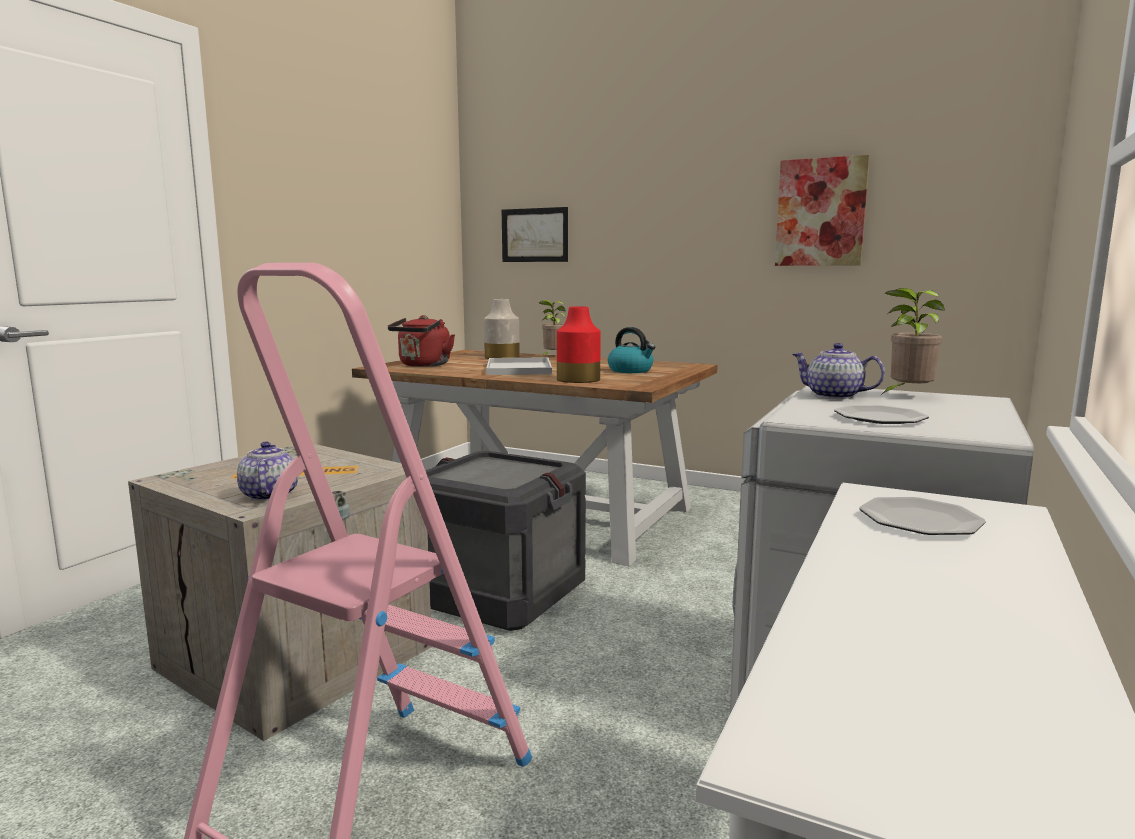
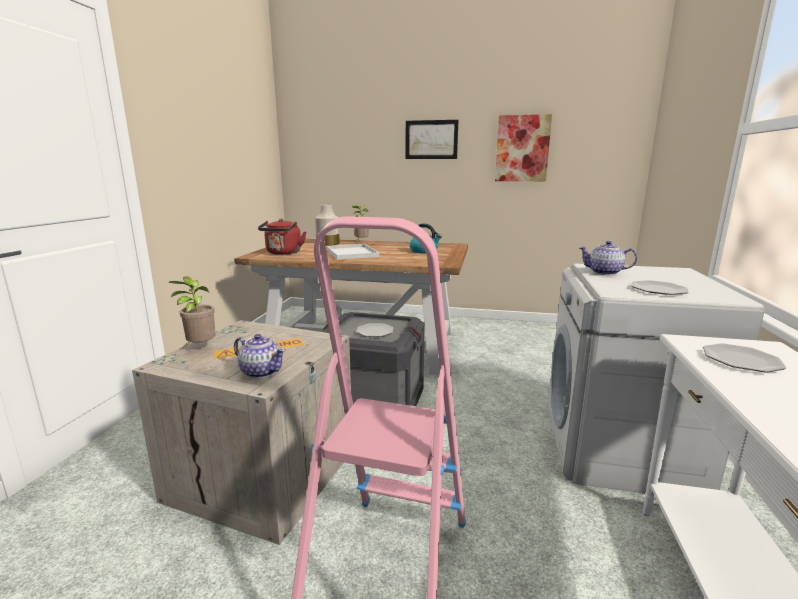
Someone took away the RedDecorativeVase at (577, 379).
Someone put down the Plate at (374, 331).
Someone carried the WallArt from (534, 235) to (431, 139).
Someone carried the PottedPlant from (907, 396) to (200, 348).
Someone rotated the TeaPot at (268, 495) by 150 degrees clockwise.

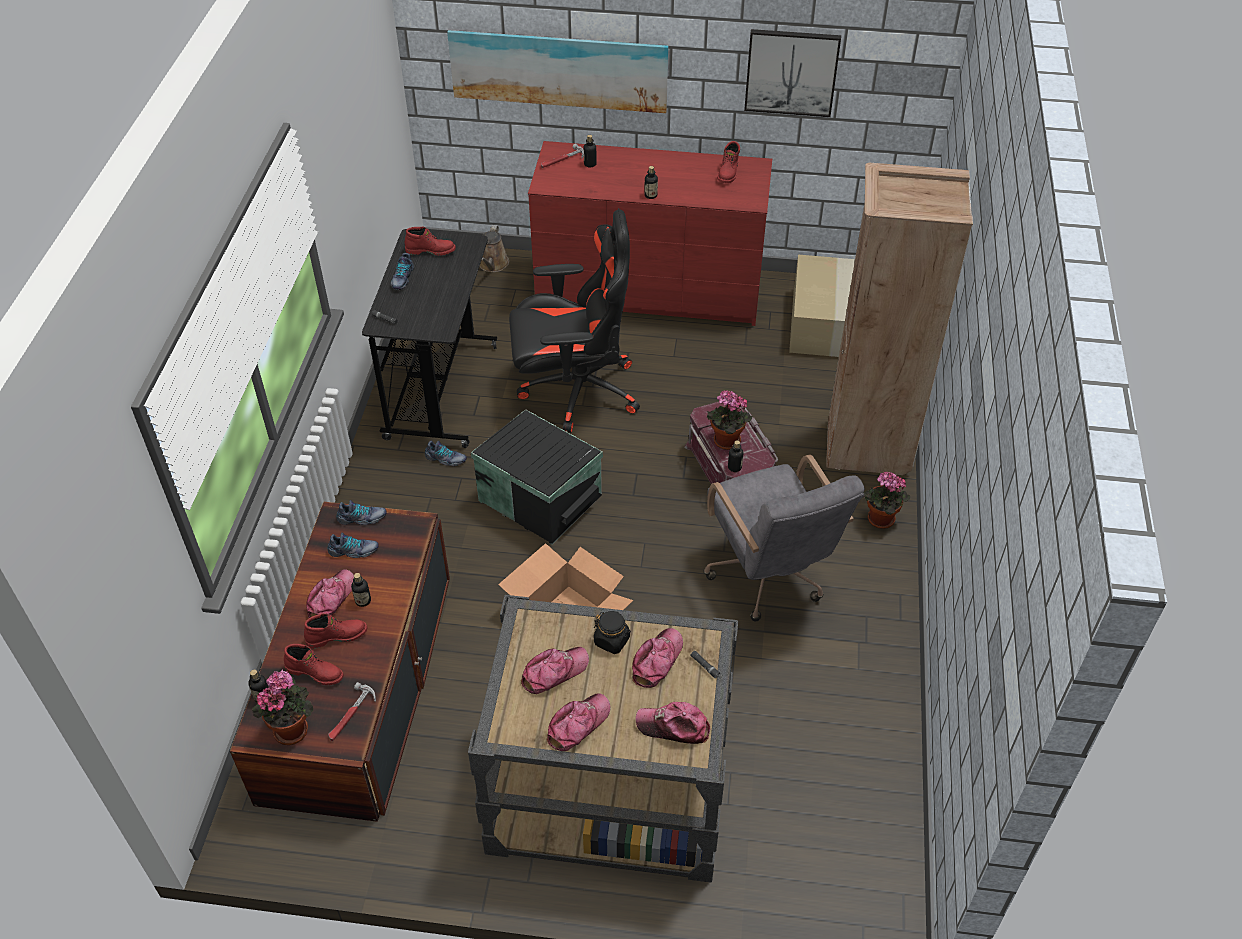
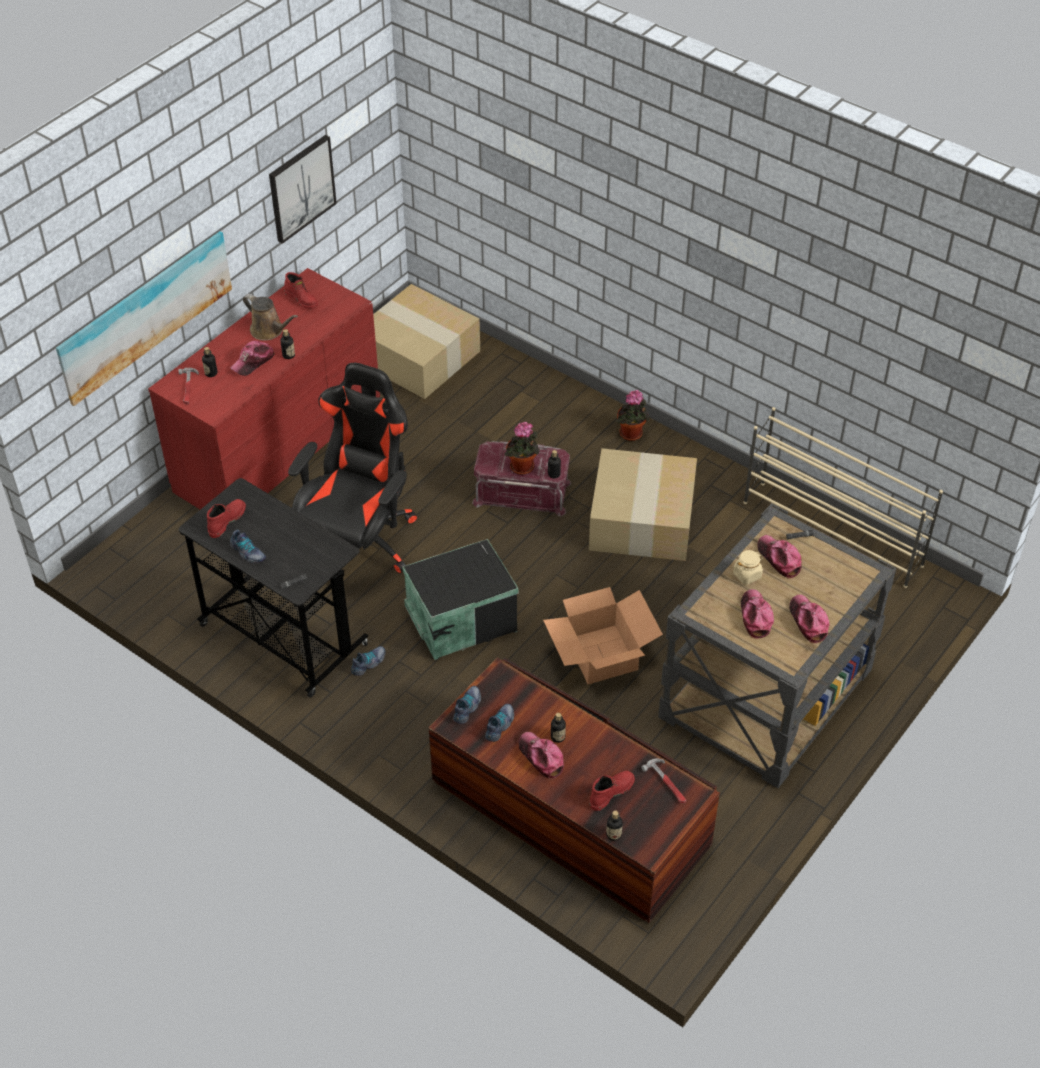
Someone took away the PottedPlant at (292, 727).
Someone took away the RedHighTopBoot at (337, 635).
Someone took away the BrownCupboard at (867, 448).
Someone put down the BeigeShoeRack at (832, 534).
Someone carried the BrownWateringPot from (493, 265) to (269, 331).
Someone carried the Cap from (673, 727) to (253, 361).
Someone swapped the GreyComputerChair at (768, 580) for the PackingBox at (643, 521).
Someone repainted the BlackishJar at (612, 640), which became the BeigeJar at (747, 575).

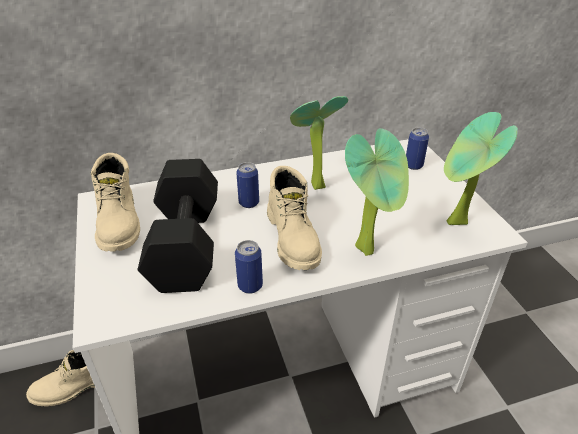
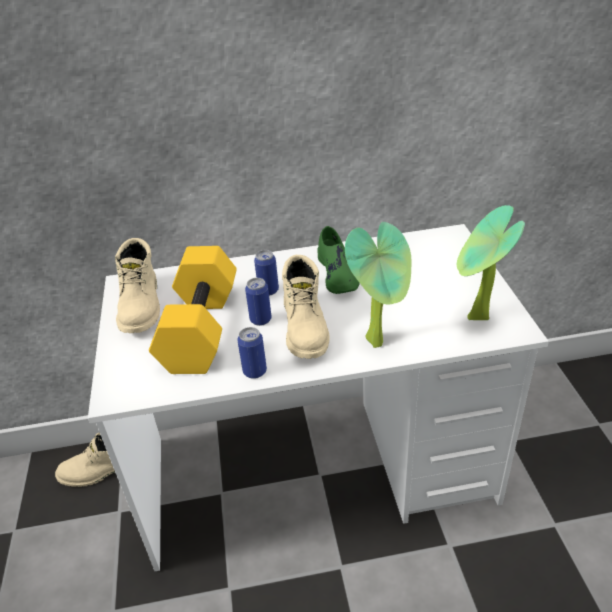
Someone carried the SealedCan from (413, 165) to (260, 319).
Someone swapped the PottedPlant at (313, 185) for the GreenishLowShoe at (337, 274).
Someone repainted the BlackishDumbbell at (184, 243), which became the YellowishDumbbell at (199, 328).

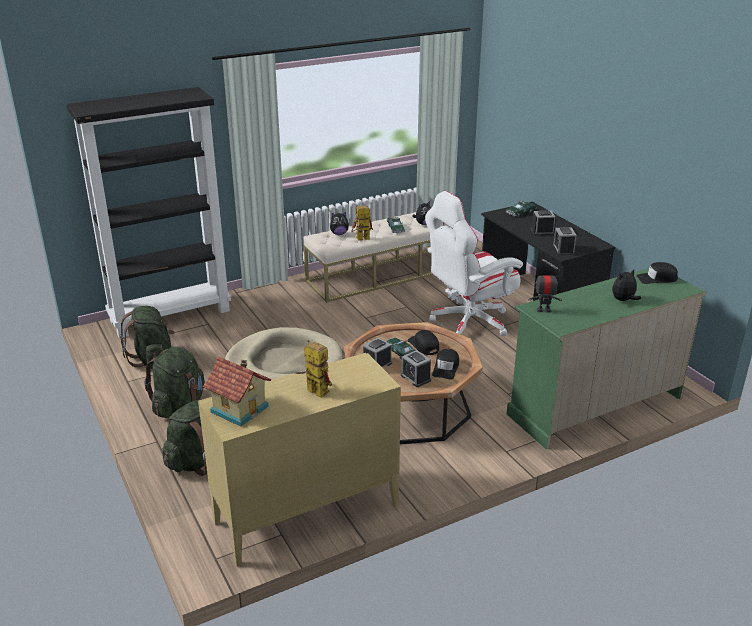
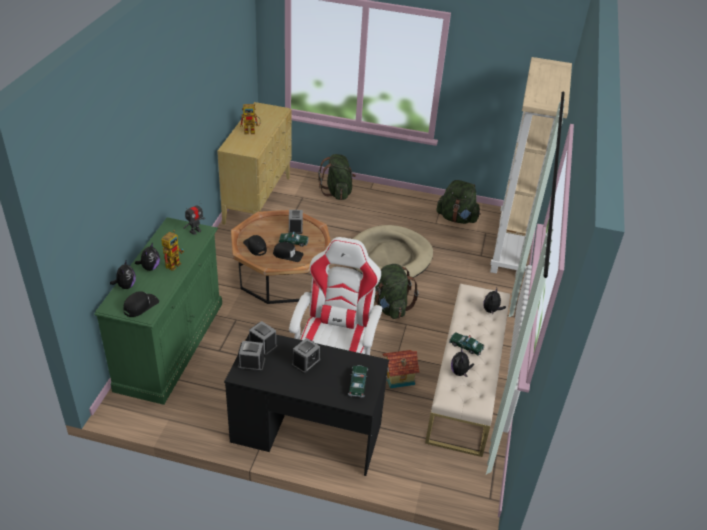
Someone put down the SoftToy at (126, 286).
Someone carried the GreenishBackpack from (179, 405) to (390, 307).
Someone carried the ToyHouse from (240, 408) to (399, 377).
Someone carried the ModelRobot from (360, 239) to (174, 263).
Someone carried the AlarmClock from (415, 378) to (251, 363).
Someone repainted the BlackishBookcase at (171, 315), which became the BeigeBookcase at (511, 247).

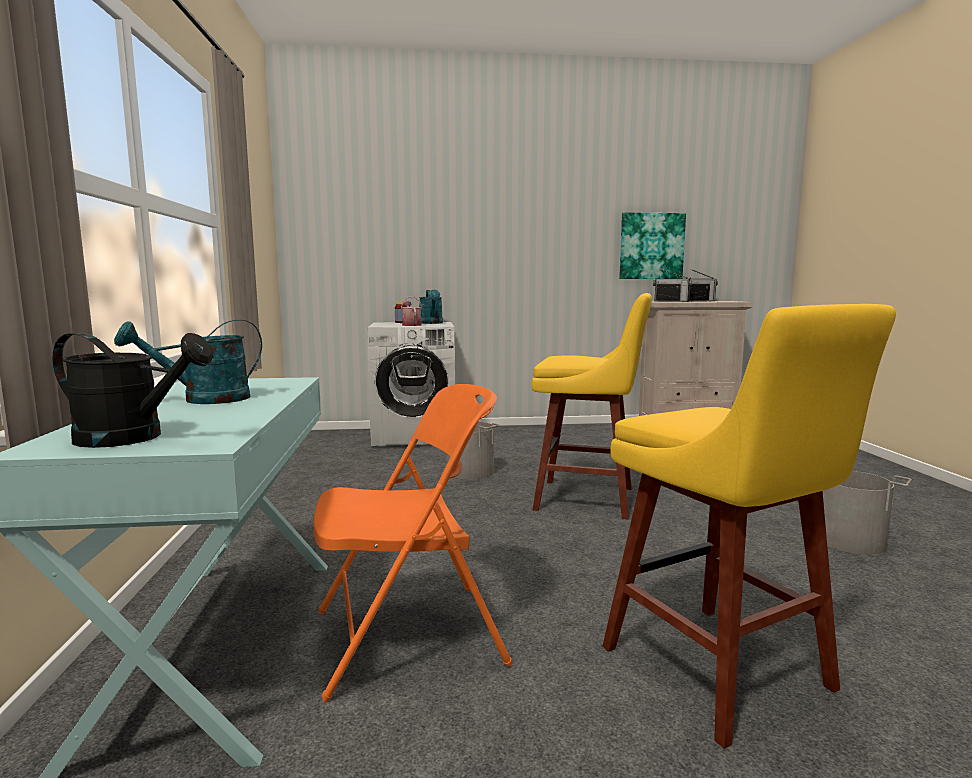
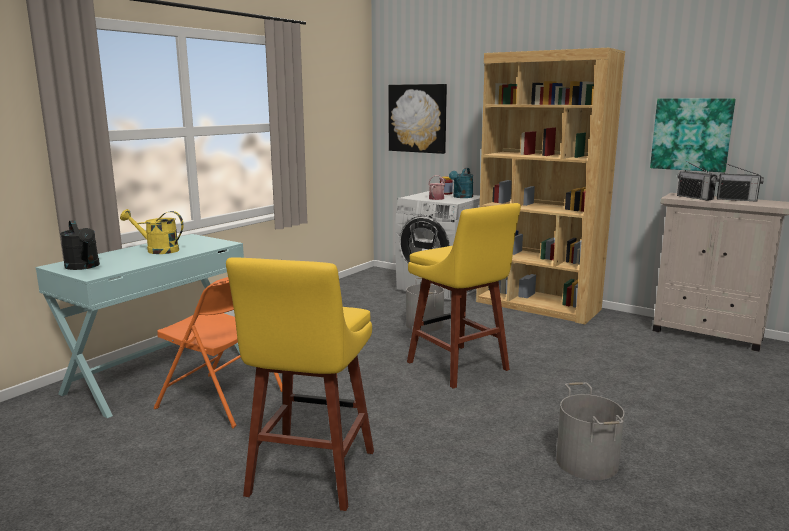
Someone put up the WallArt at (417, 118).
Someone put down the BrownBookcase at (537, 306).
Someone repainted the TurquoiseWateringPot at (204, 400), which became the YellowishWateringPot at (157, 250).

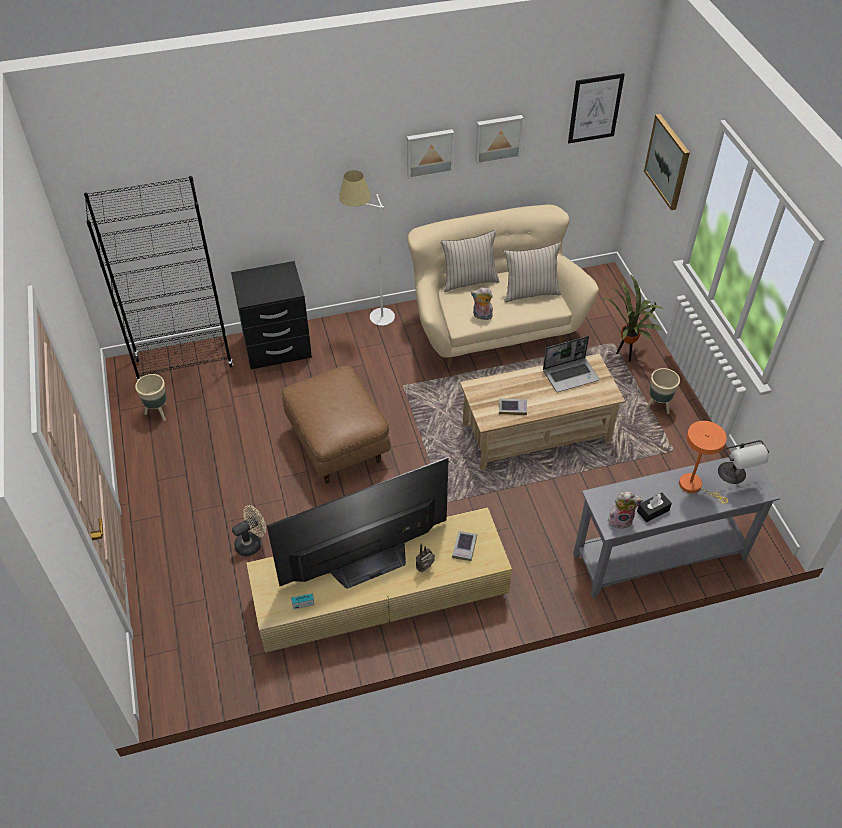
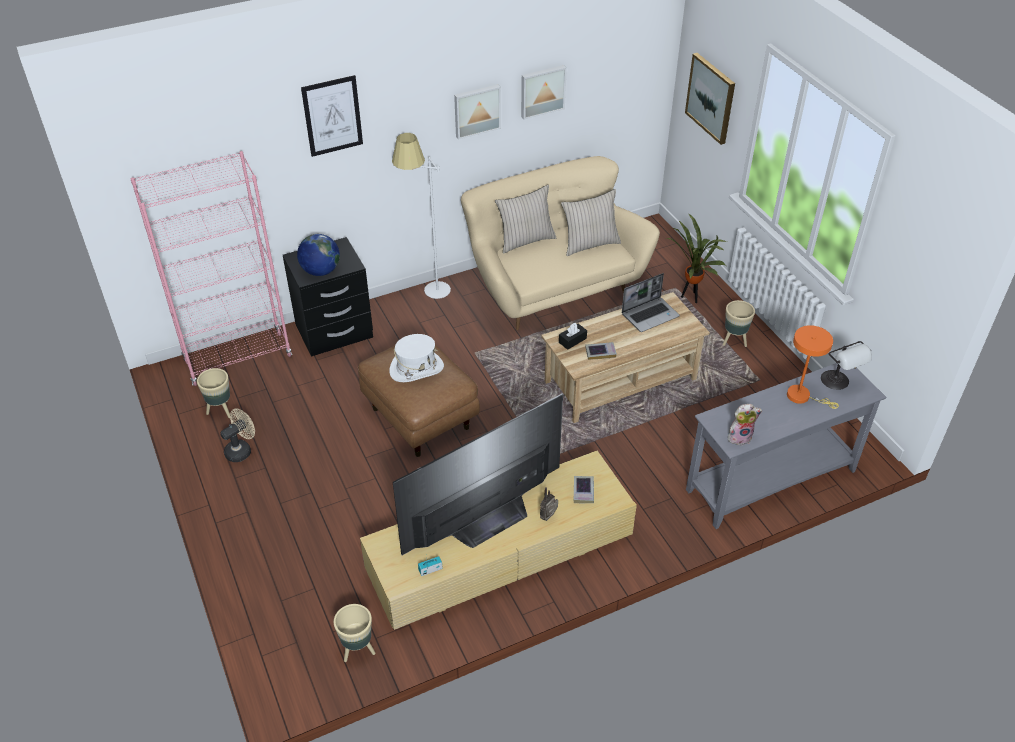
Someone took away the SoftToy at (481, 316).
Someone put down the WorldGlobe at (320, 271).
Someone put down the BeigePlantPot at (357, 650).
Someone put down the WhiteColouredClothingHat at (416, 369).
Someone carried the BeigeElectricFan from (252, 543) to (241, 450).
Someone carried the WallArt from (595, 108) to (332, 116).
Someone carried the BlackishBoxOfTissues from (653, 511) to (572, 340).
Someone repainted the BlackishBookcase at (184, 363), which became the PinkishBookcase at (238, 359).

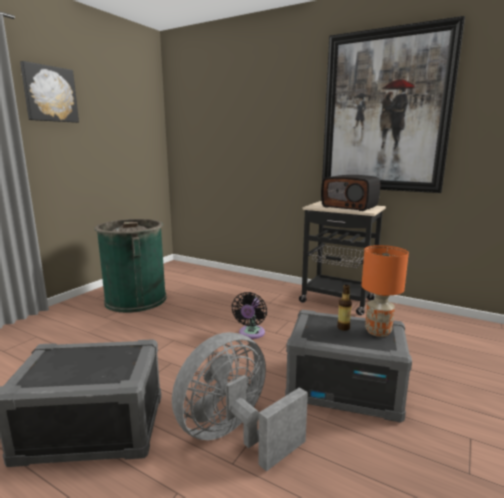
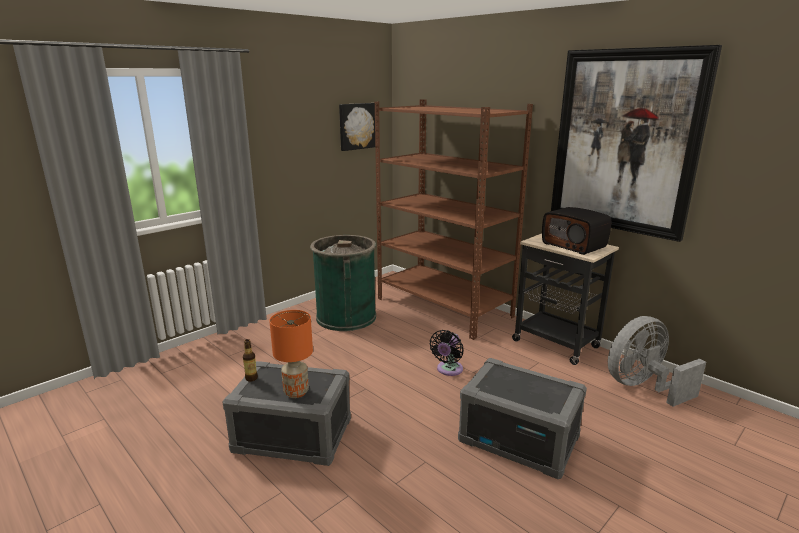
Someone put down the BrownBookcase at (443, 307).
Someone carried the WallArt from (49, 94) to (356, 126).
Someone carried the GreyElectricFan from (235, 435) to (642, 387).
Someone carried the Bottle from (343, 327) to (251, 378).
Someone carried the OrangeColouredLampForATable from (377, 332) to (295, 392).

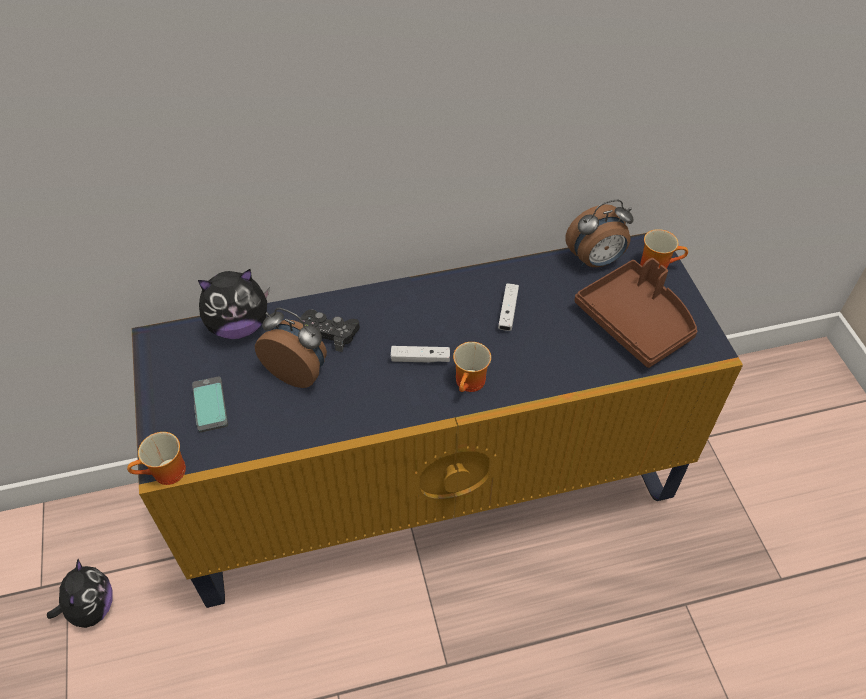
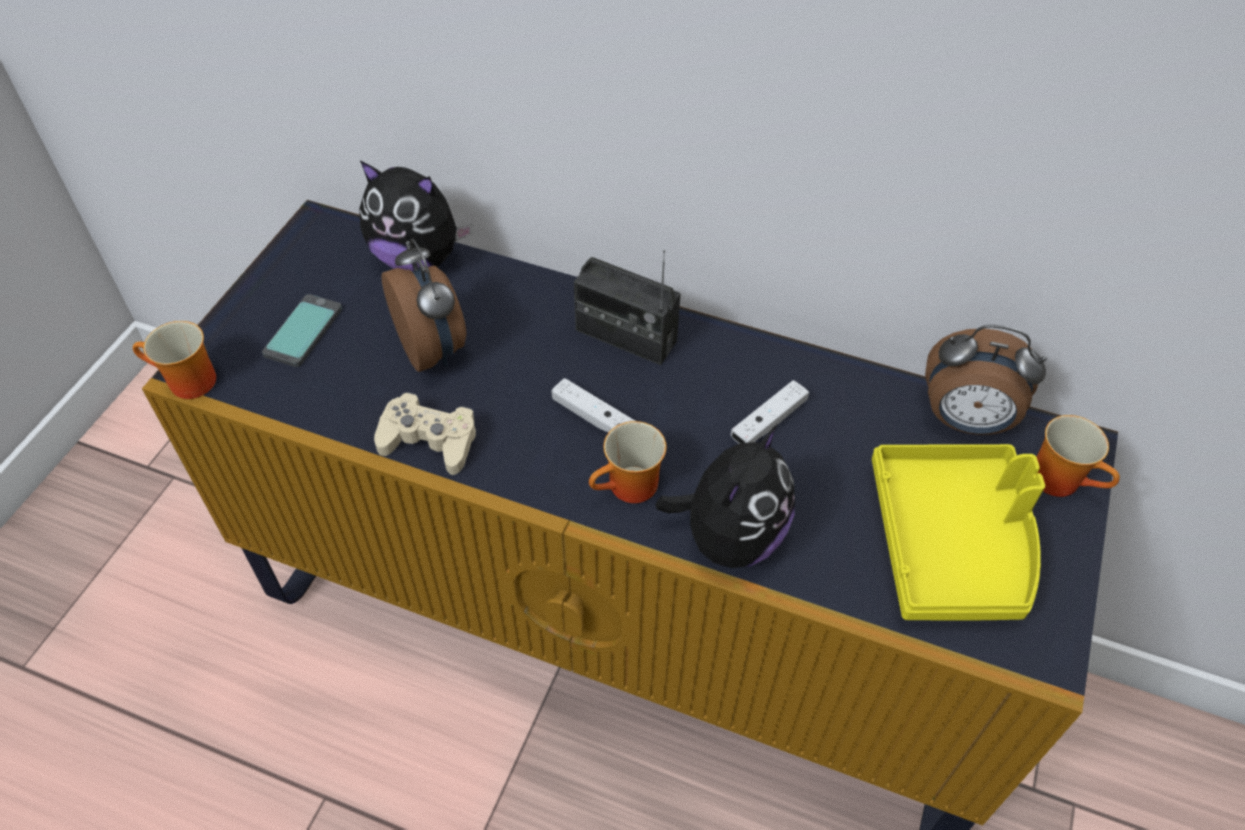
Someone took away the BlackishGameController at (328, 333).
Someone put down the BeigeGameController at (429, 440).
Someone put down the RadioReceiver at (625, 336).
Someone carried the SoftToy from (91, 608) to (729, 537).
Someone repainted the BrownServingTray at (636, 322), which became the YellowishServingTray at (952, 543).

